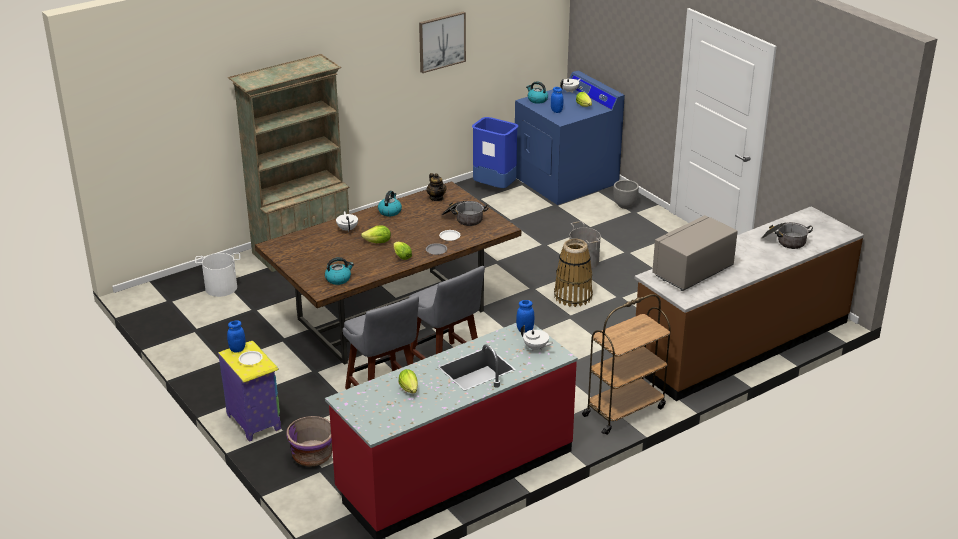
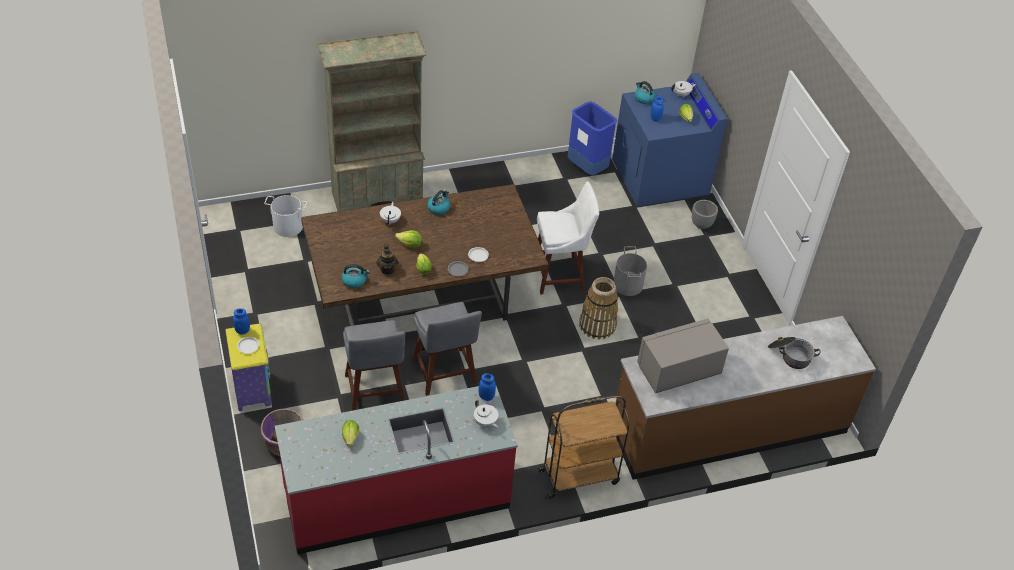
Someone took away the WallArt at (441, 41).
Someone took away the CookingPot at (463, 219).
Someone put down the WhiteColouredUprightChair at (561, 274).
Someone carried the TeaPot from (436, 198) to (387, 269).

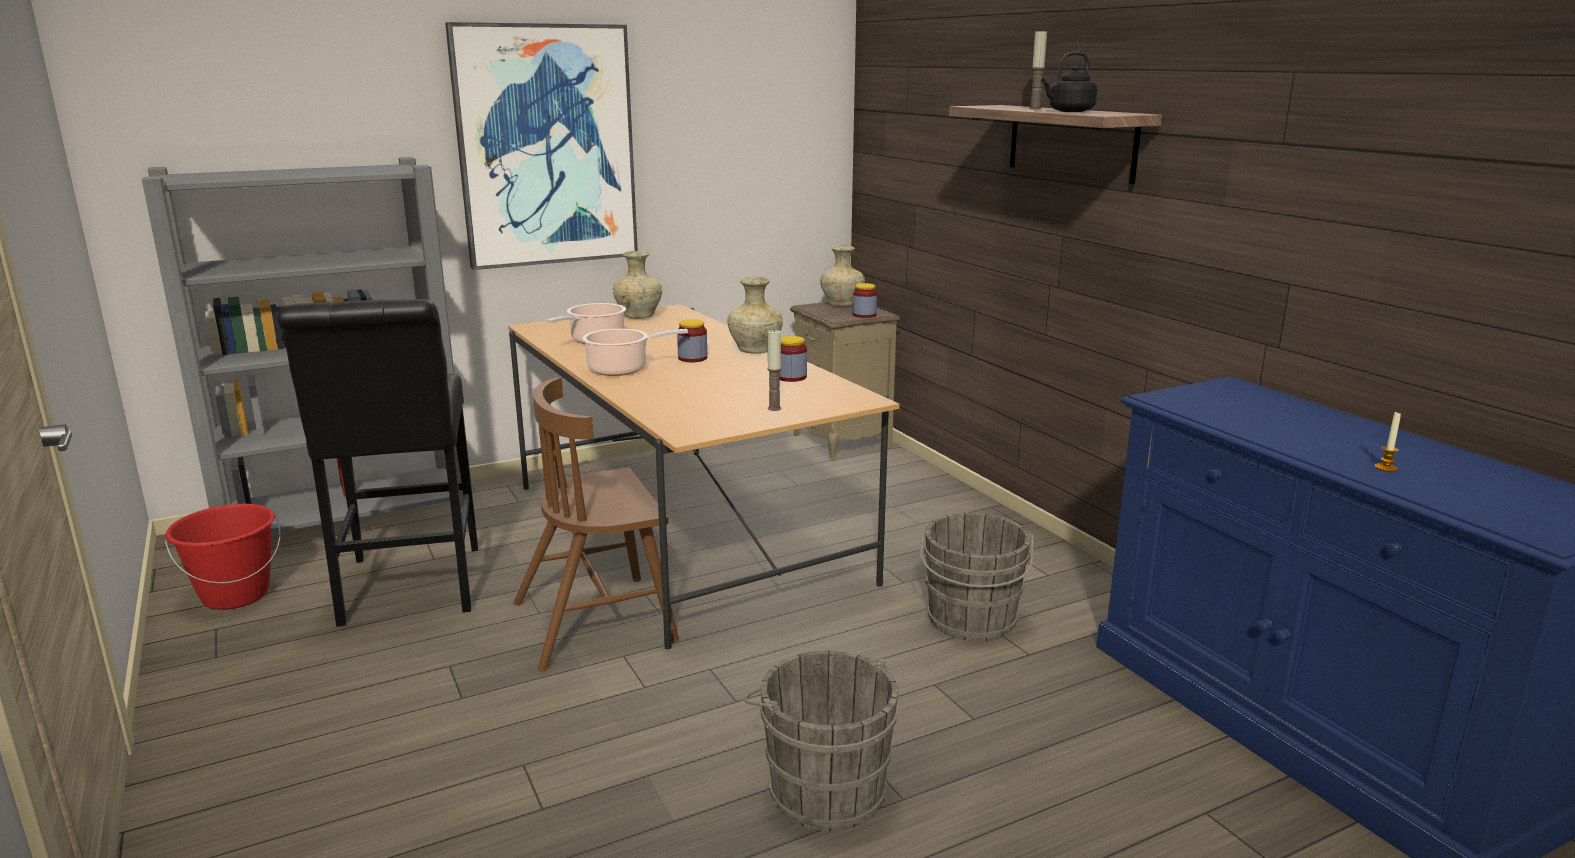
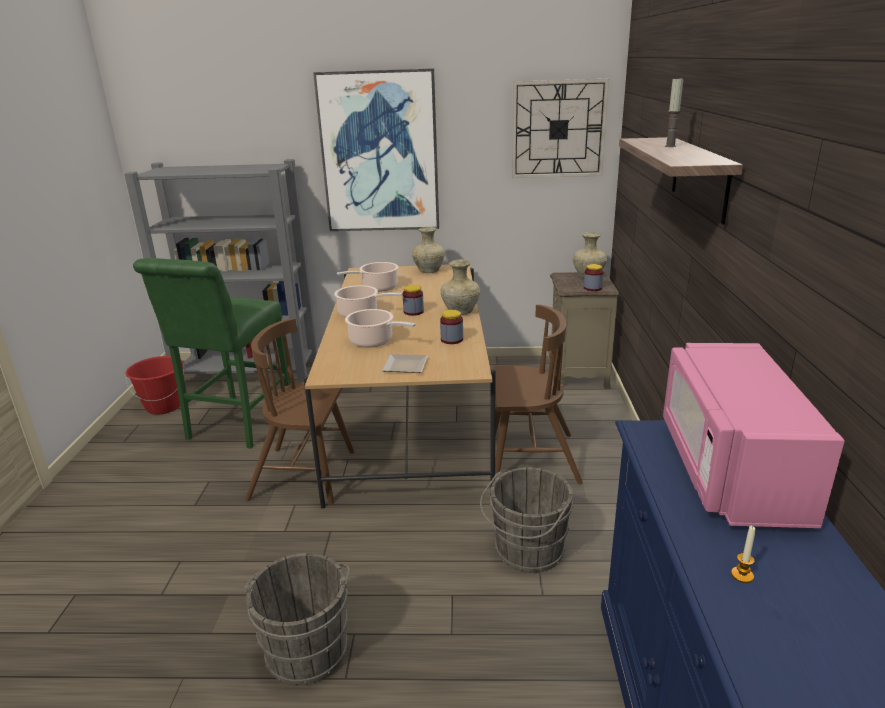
Someone took away the BlackishTeaKettle at (1069, 111).
Someone put down the CookingPot at (374, 341).
Someone put down the BrownUprightChair at (527, 457).
Someone put up the ClockOnTheWall at (558, 129).
Someone put down the PinkishMicrowaveOven at (729, 469).
Someone swapped the WaxCandle at (774, 408) for the Plate at (404, 365).
Someone repainted the BlackishStool at (409, 589), which became the GreenishStool at (237, 425).

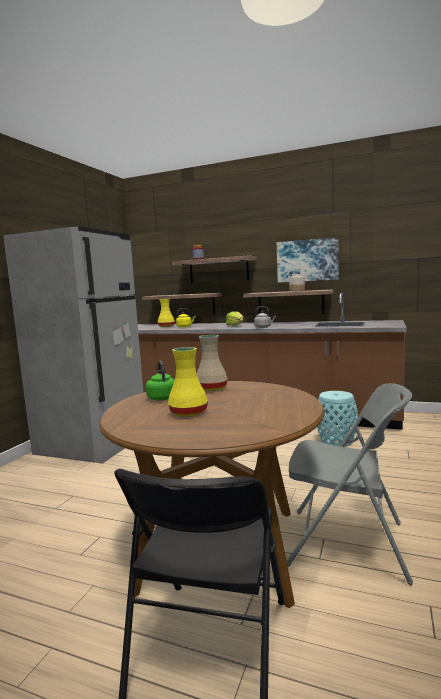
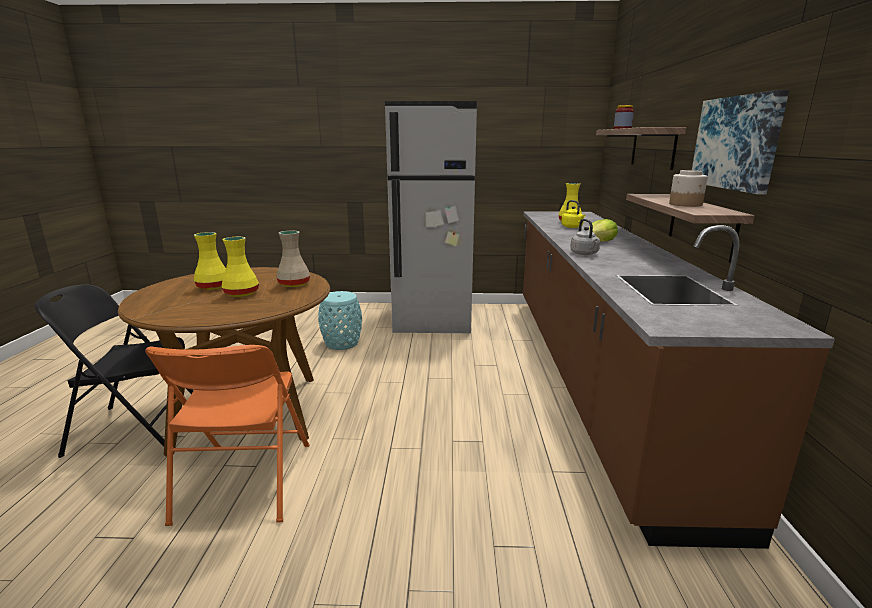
Someone took away the BracketShelf at (187, 304).
Someone took away the GreenishTeaKettle at (162, 398).
Someone put down the YellowishDecorativeVase at (242, 294).
Someone carried the TurquoiseStool from (336, 441) to (342, 343).
Someone repainted the GreyUprightChair at (347, 543), which became the OrangeColouredUprightChair at (245, 481).

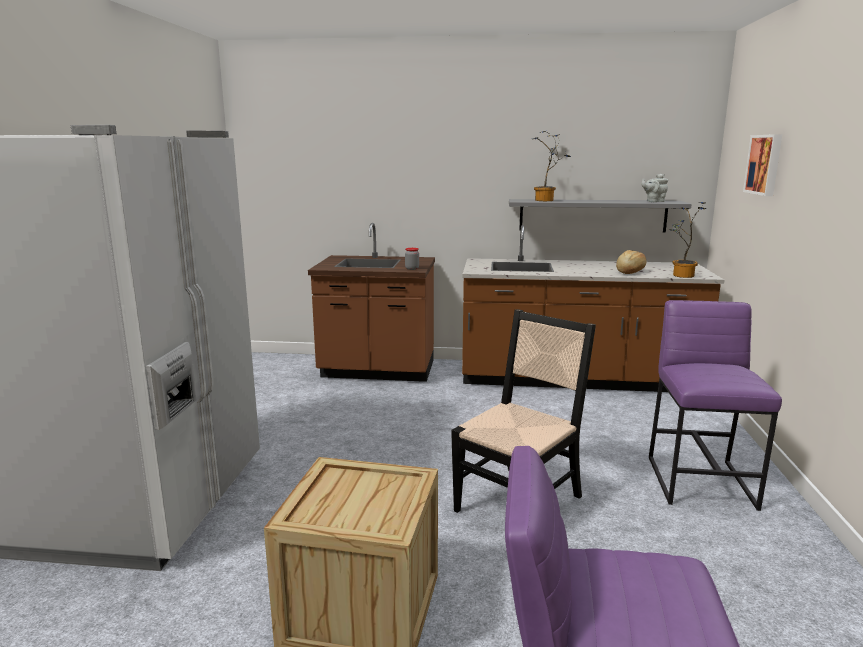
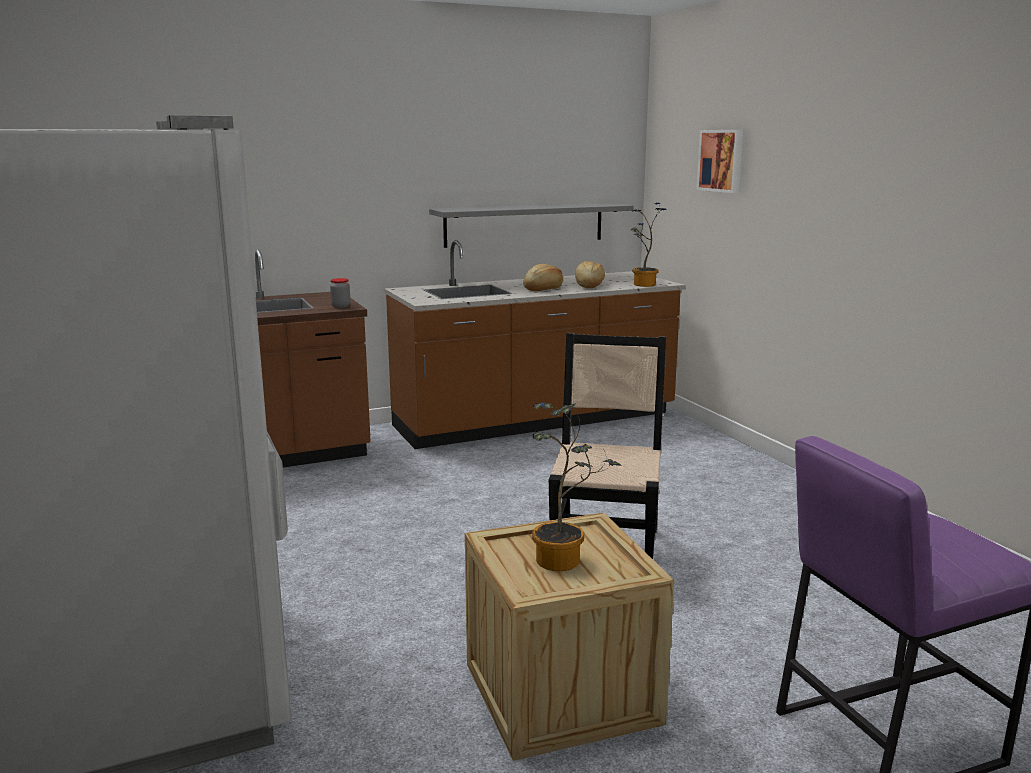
Someone took away the GreyTeaPot at (654, 201).
Someone took away the PurpleUprightChair at (699, 481).
Someone put down the Bread at (543, 289).
Someone carried the PottedPlant from (546, 200) to (565, 562).

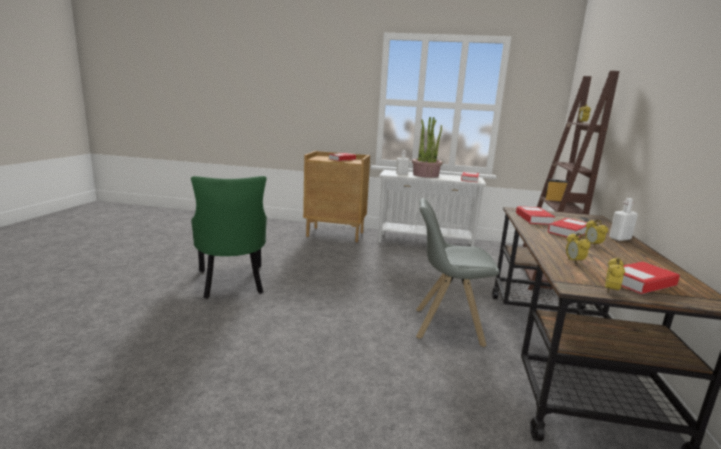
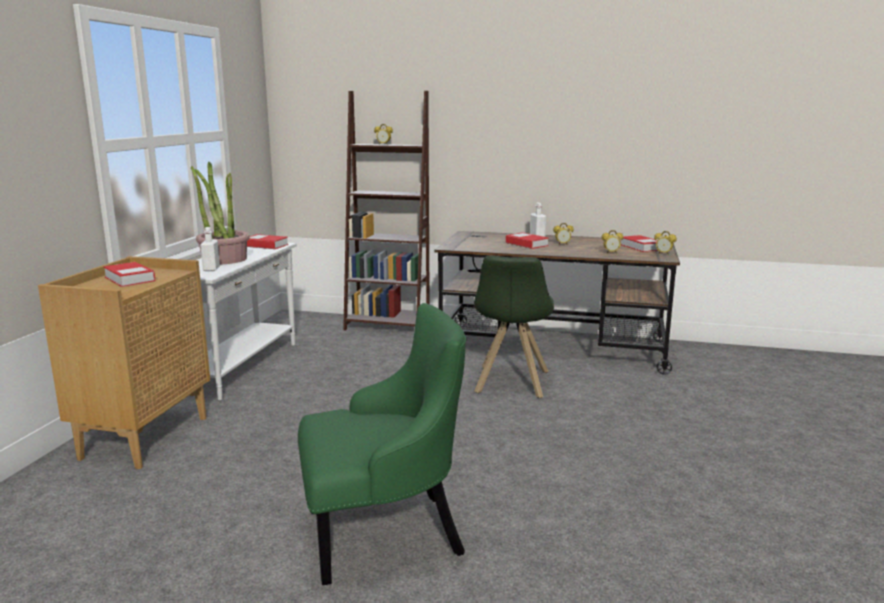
Someone took away the BoundBook at (533, 219).
Someone repainted the GreyUprightChair at (447, 326), which became the GreenishUprightChair at (511, 382).

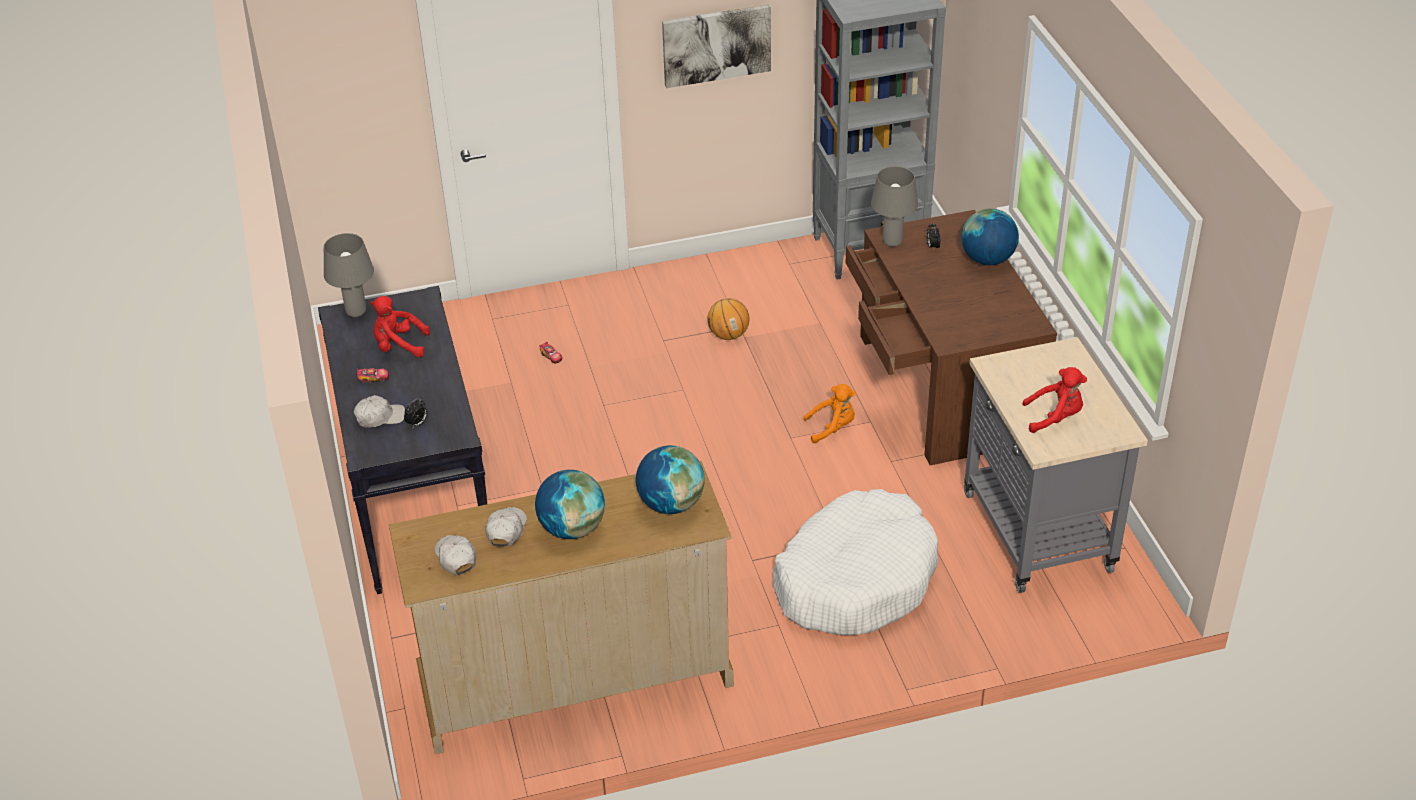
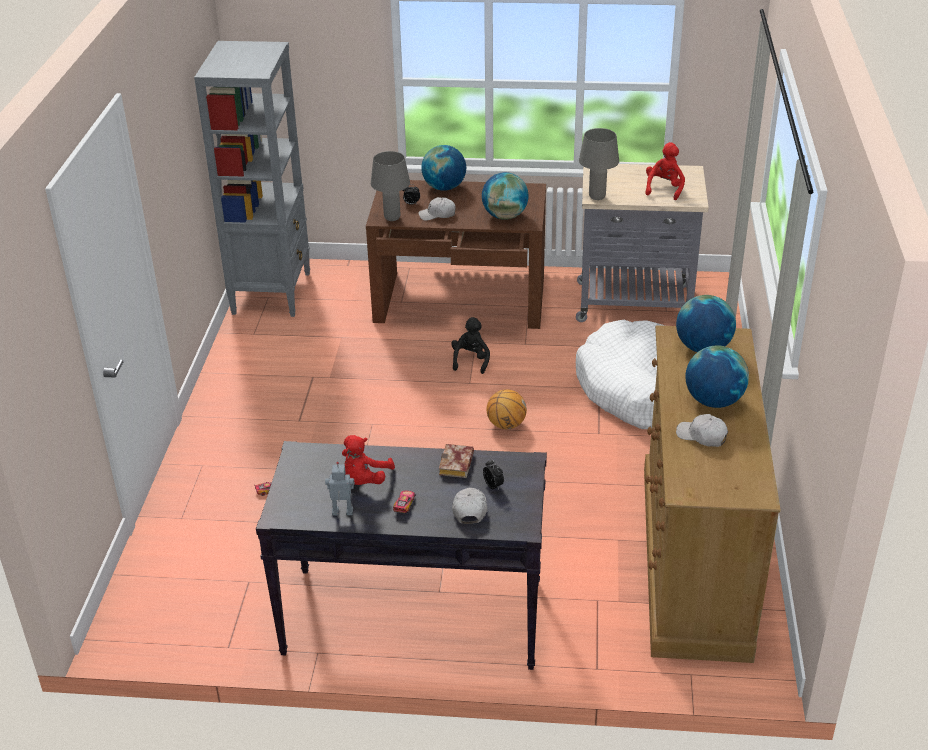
Someone took away the WallArt at (716, 44).
Someone put down the ModelRobot at (342, 513).
Someone put down the BoundBook at (457, 466).
Someone put down the WorldGlobe at (505, 216).
Someone carried the GreyLampForATable from (356, 312) to (596, 197).
Someone carried the WhiteColouredCap from (455, 558) to (437, 215).
Someone carried the BallForBasketball from (728, 335) to (506, 425).
Someone repainted the OrangeColouredSoftToy at (832, 428), which became the BlackishSoftToy at (471, 361).

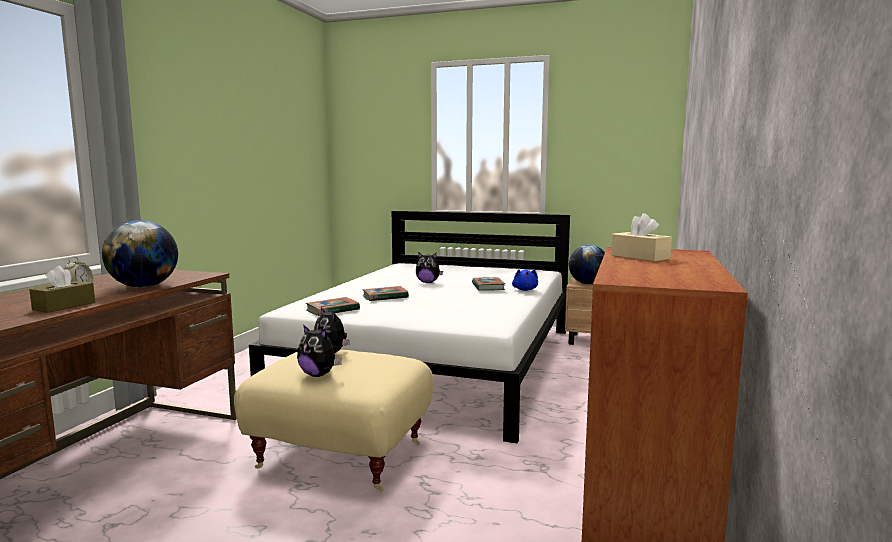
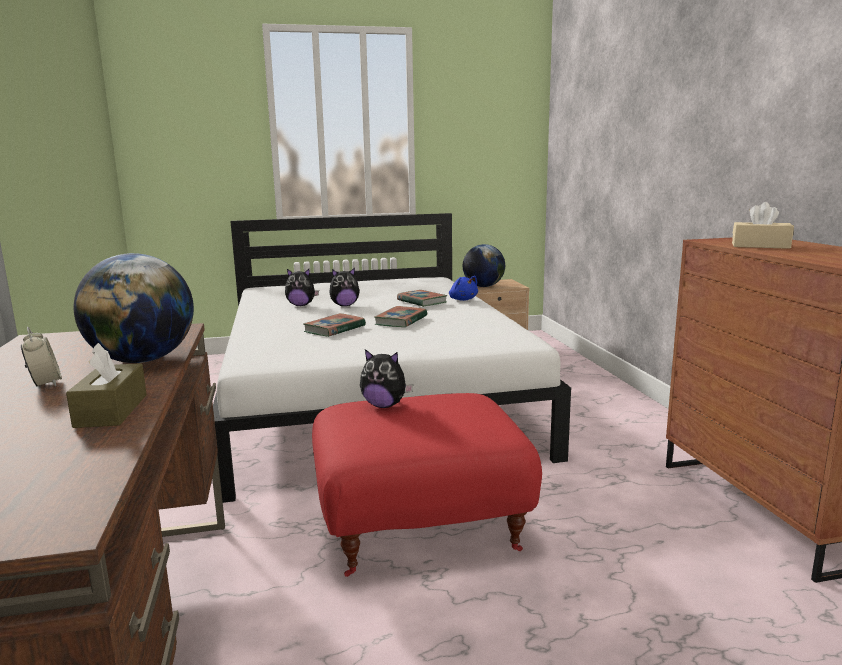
Someone carried the SoftToy from (319, 375) to (301, 305).
Someone carried the BoundBook from (332, 310) to (401, 320).
Someone repainted the BeigePouffe at (342, 454), which became the RedPouffe at (421, 526).

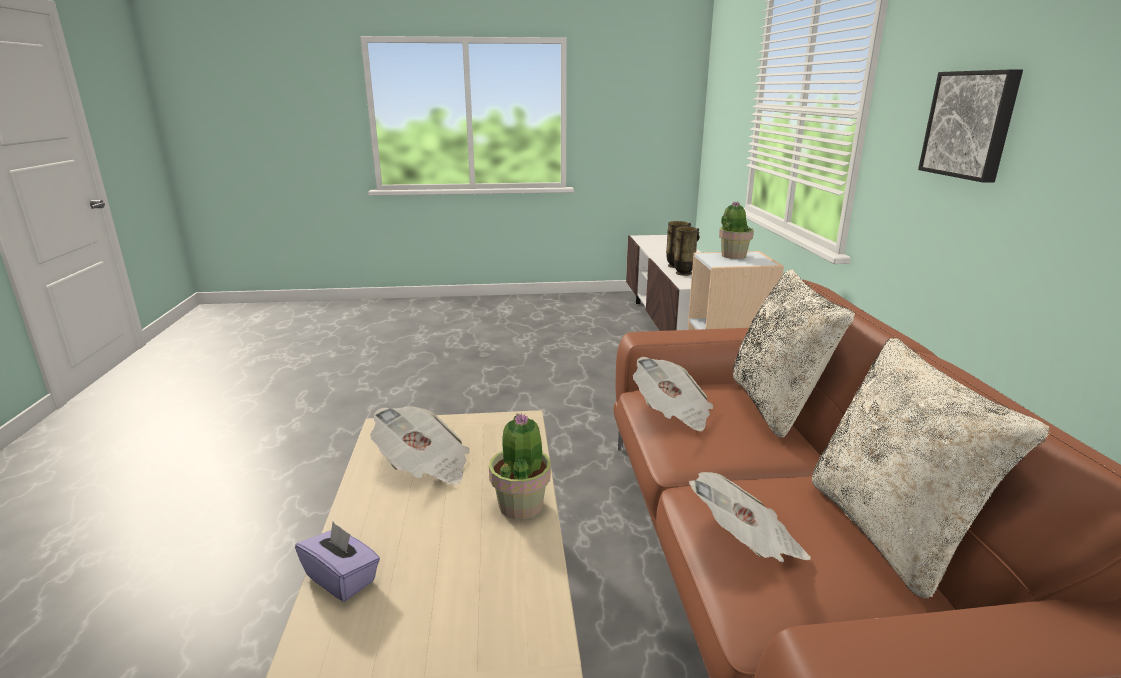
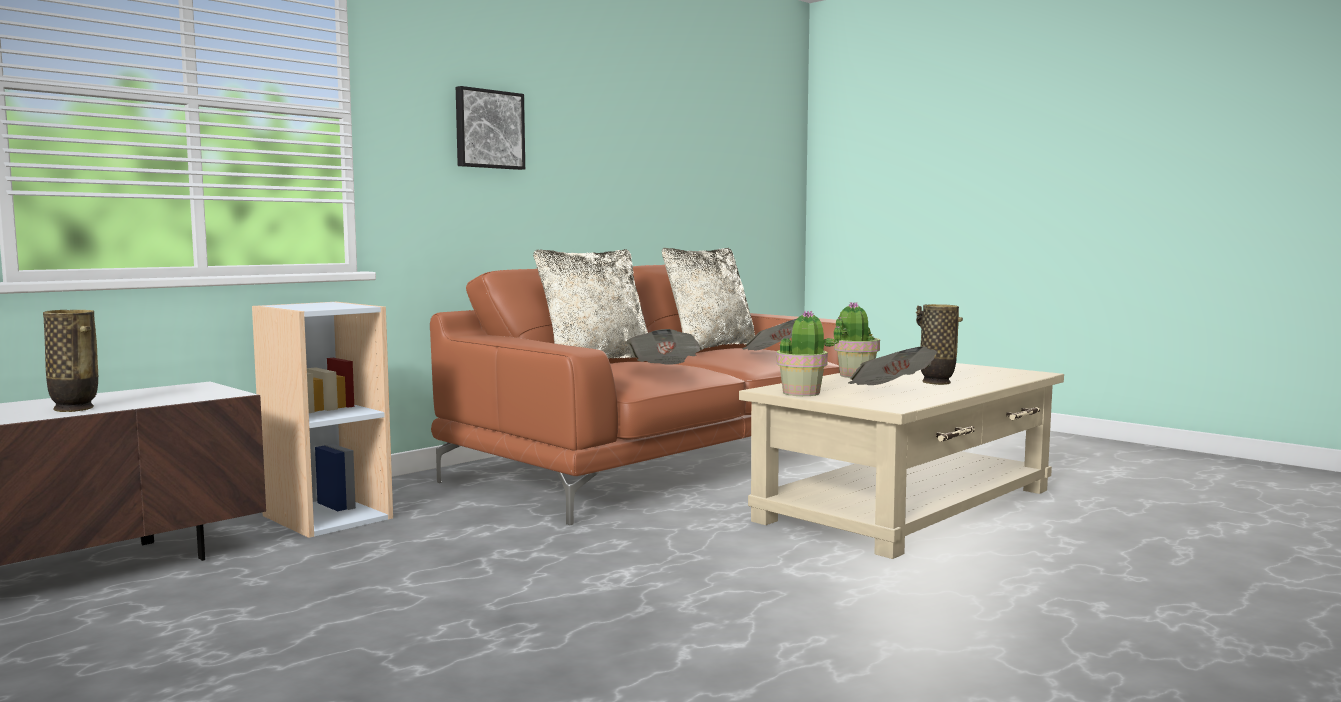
Someone took away the PurpleBoxOfTissues at (342, 578).
Someone carried the DecorativeVase from (683, 273) to (936, 382).
Someone carried the PottedPlant from (733, 256) to (802, 393).

